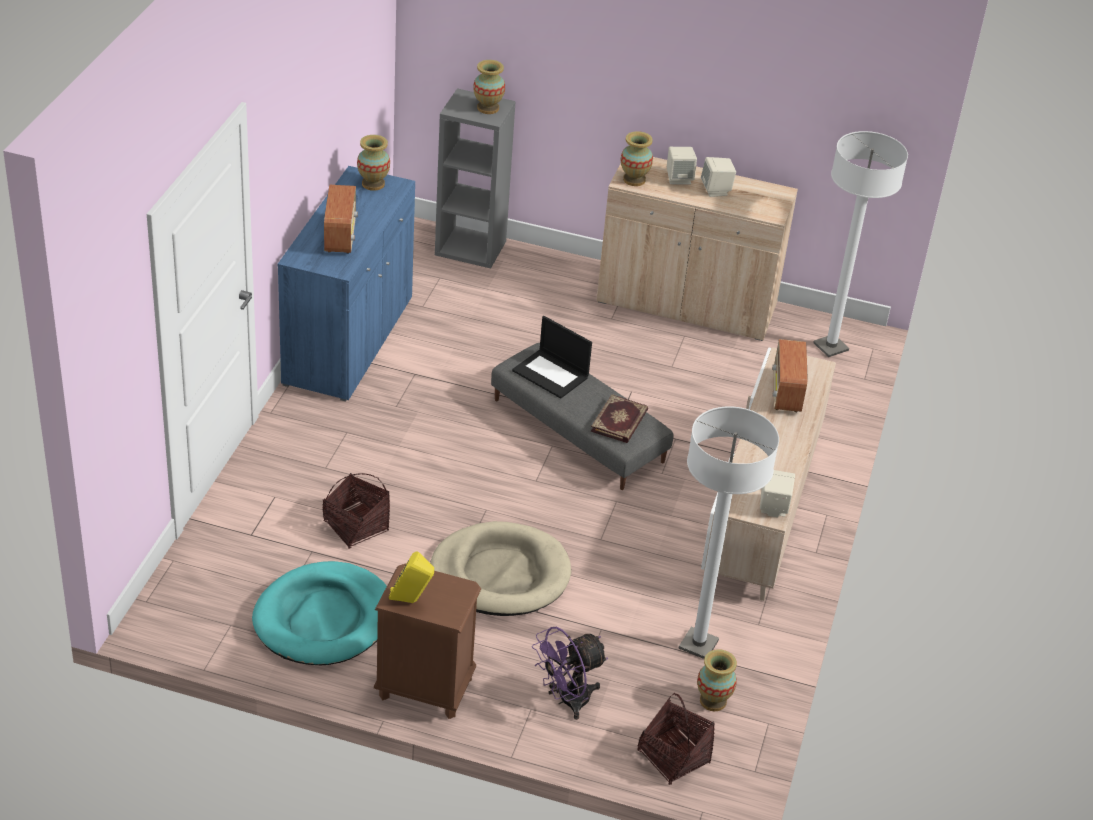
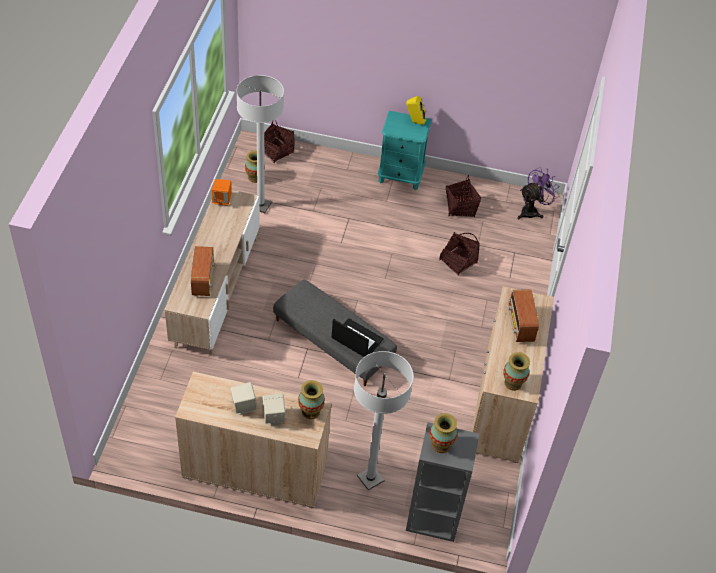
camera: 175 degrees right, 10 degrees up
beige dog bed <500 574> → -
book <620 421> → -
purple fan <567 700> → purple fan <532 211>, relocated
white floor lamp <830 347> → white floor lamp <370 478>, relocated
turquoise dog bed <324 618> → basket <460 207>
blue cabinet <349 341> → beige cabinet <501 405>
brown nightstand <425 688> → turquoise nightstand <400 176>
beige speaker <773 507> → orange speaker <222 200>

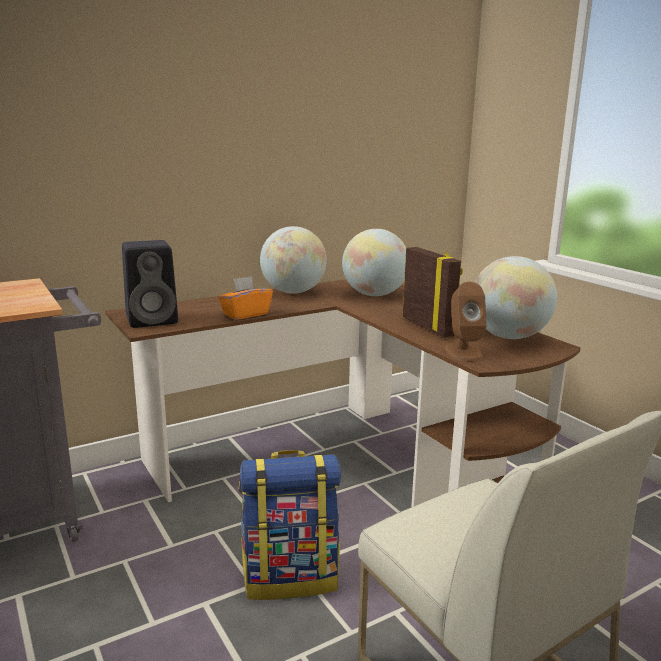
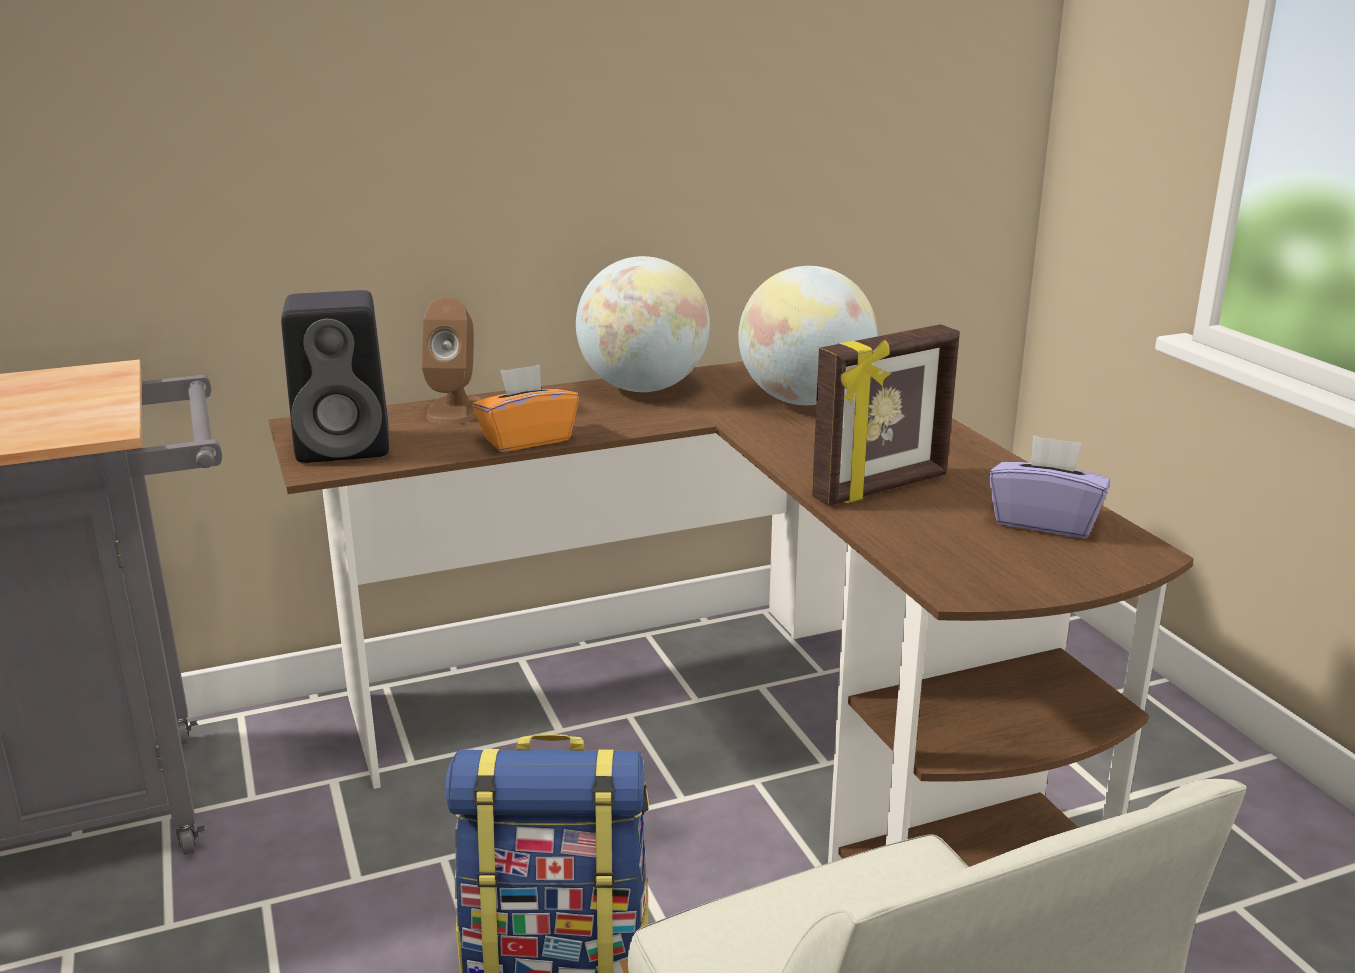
camera: 10 degrees right, 5 degrees up
brown speaker <463 352> → brown speaker <455 410>, relocated
globe <509 336> → purple tissue box <1045 522>
picture frame <428 327> → picture frame <882 488>, 75 degrees clockwise

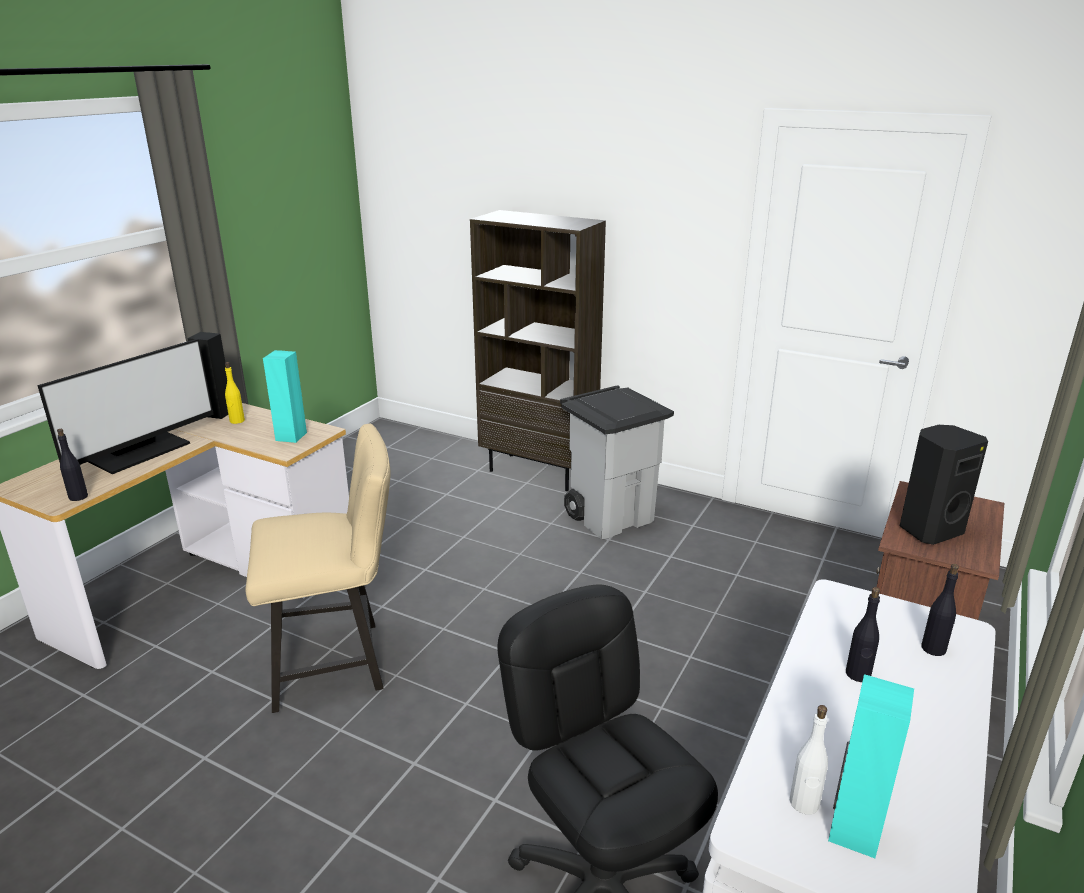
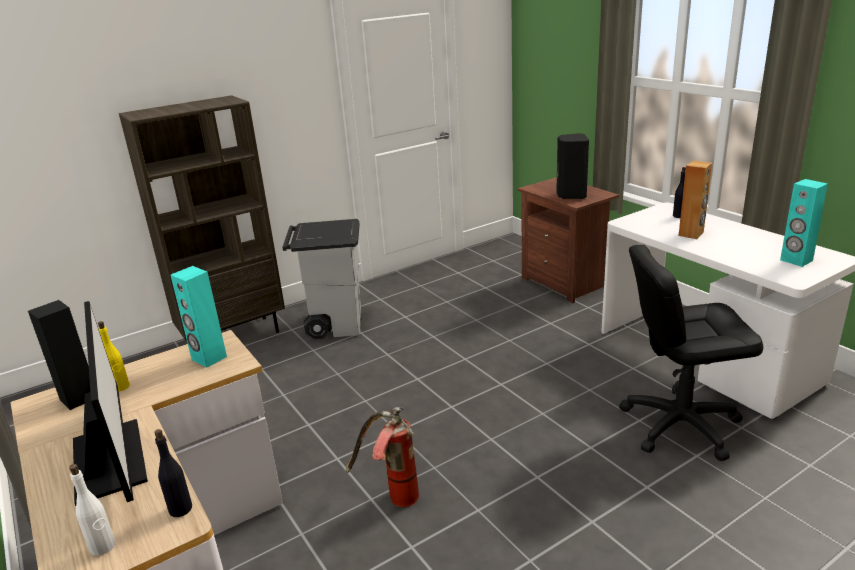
camera: 60 degrees left, 0 degrees up
white bottle <804 803> → white bottle <103 546>, relocated
beige chair <338 662> → fire extinguisher <392 497>
black bottle <858 674> → brown speaker <691 234>

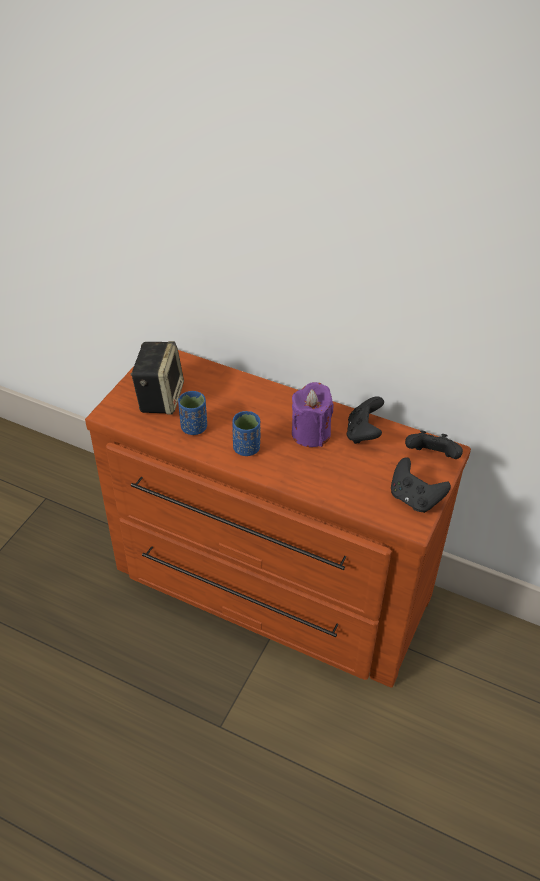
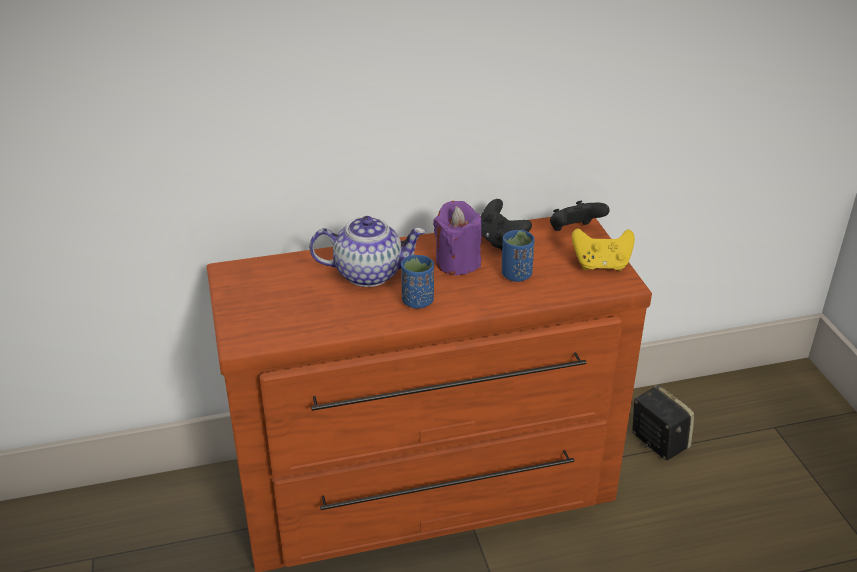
camera: 40 degrees left, 10 degrees down
- → teapot <369 273>
speaker <159 397> → speaker <657 441>, relocated
blue cup <194 427> → blue cup <516 275>, relocated
black game controller <414 499> → yellow game controller <601 265>

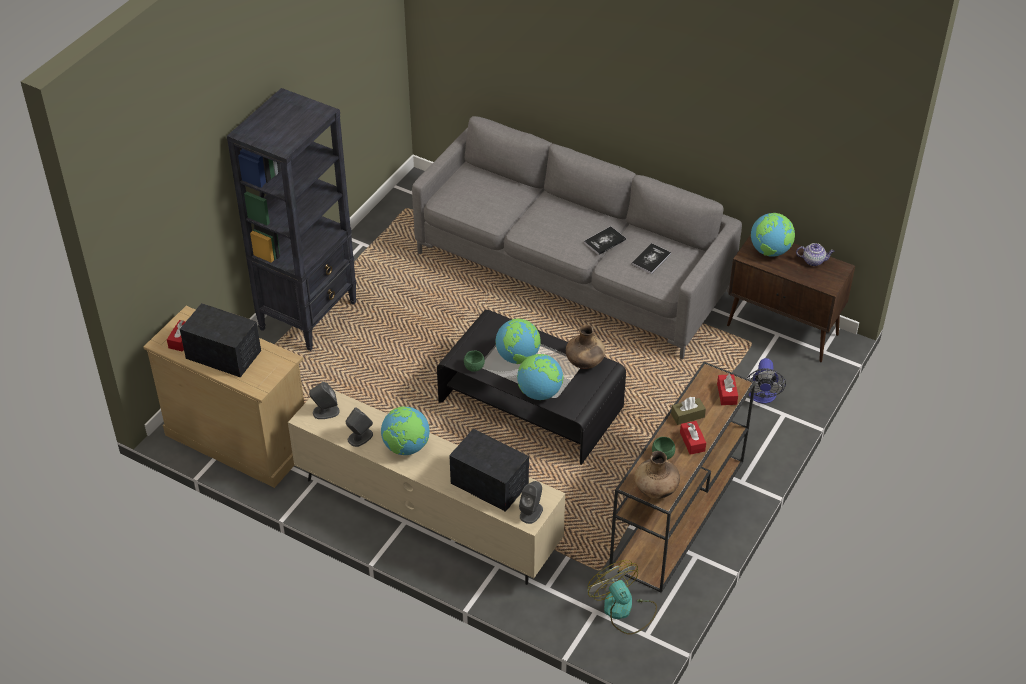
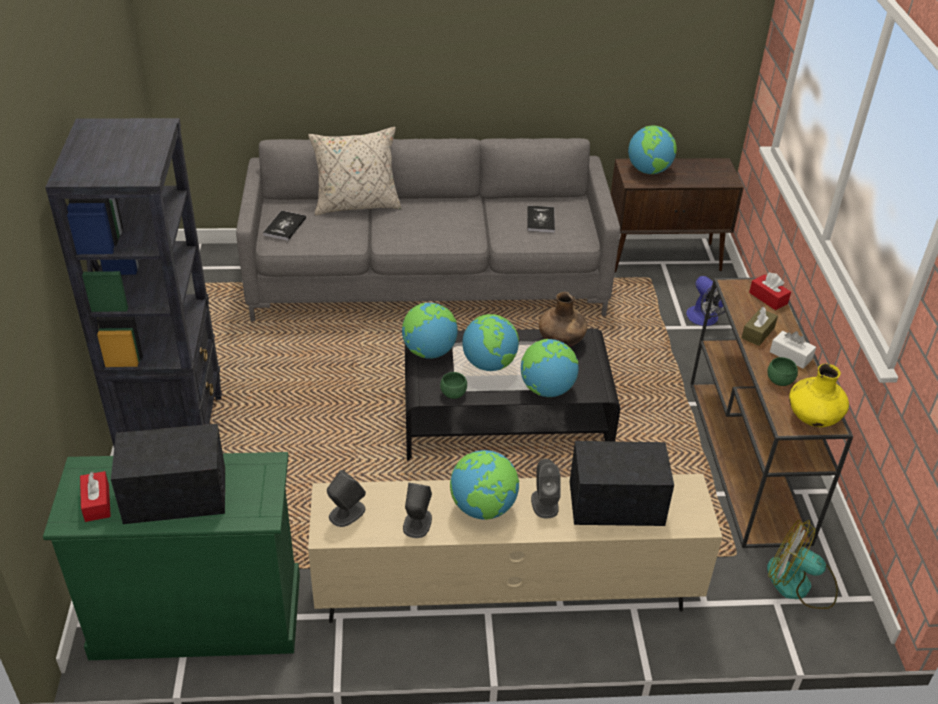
camera: 35 degrees left, 5 degrees down
teapot <813 261> → -
- → beige pillow <356 205>
- → globe <429 352>
grey speaker <531 512> → grey speaker <544 503>, relocated
book <604 241> → book <285 226>, relocated
beige dresser <239 439> → green dresser <197 615>
brown vase <656 489> → yellow vase <812 418>
red tissue box <692 442> → white tissue box <790 355>

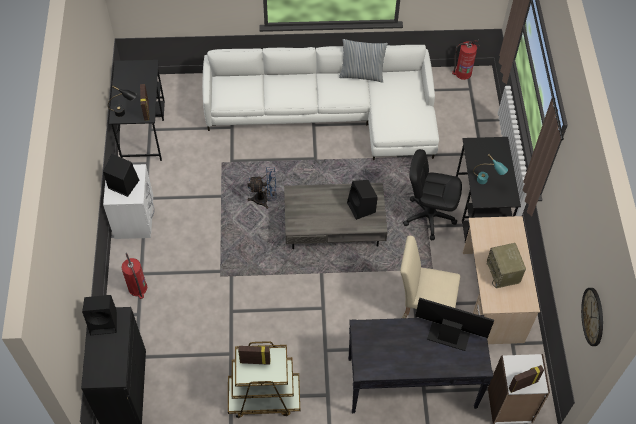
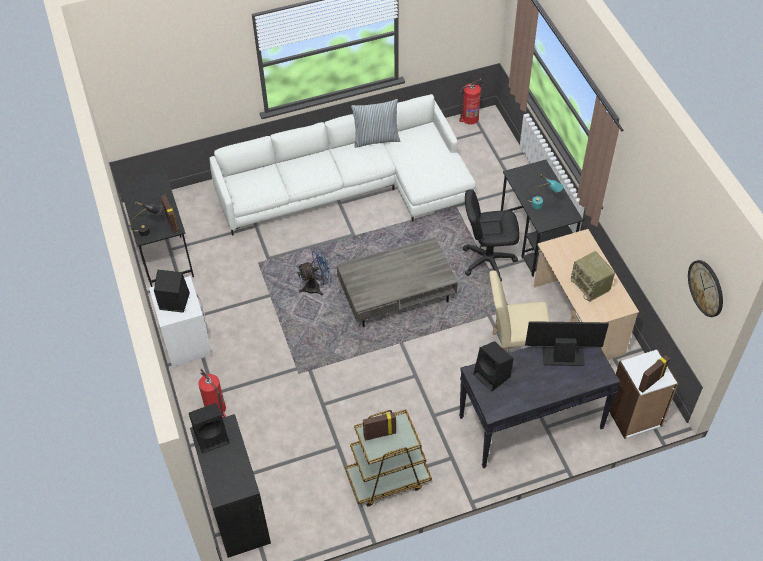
camera: 15 degrees left, 5 degrees down
black speaker <361 208> → black speaker <492 376>, relocated

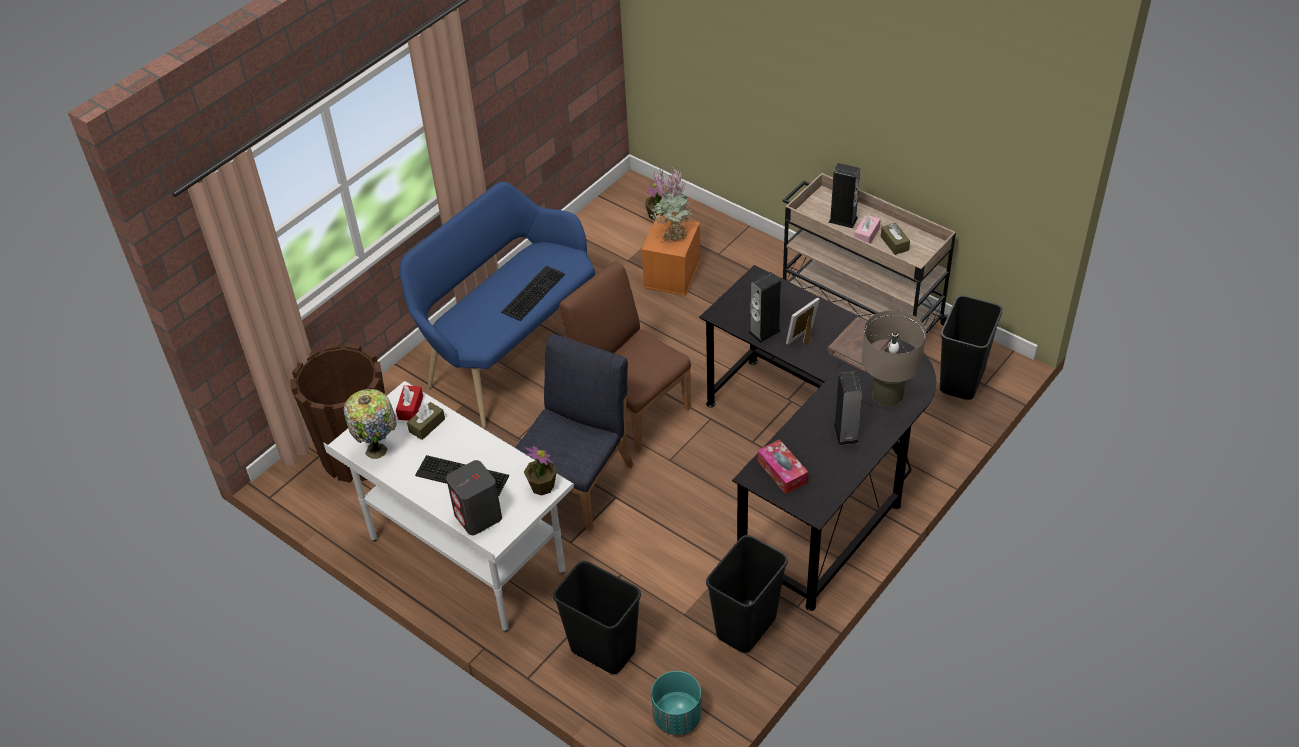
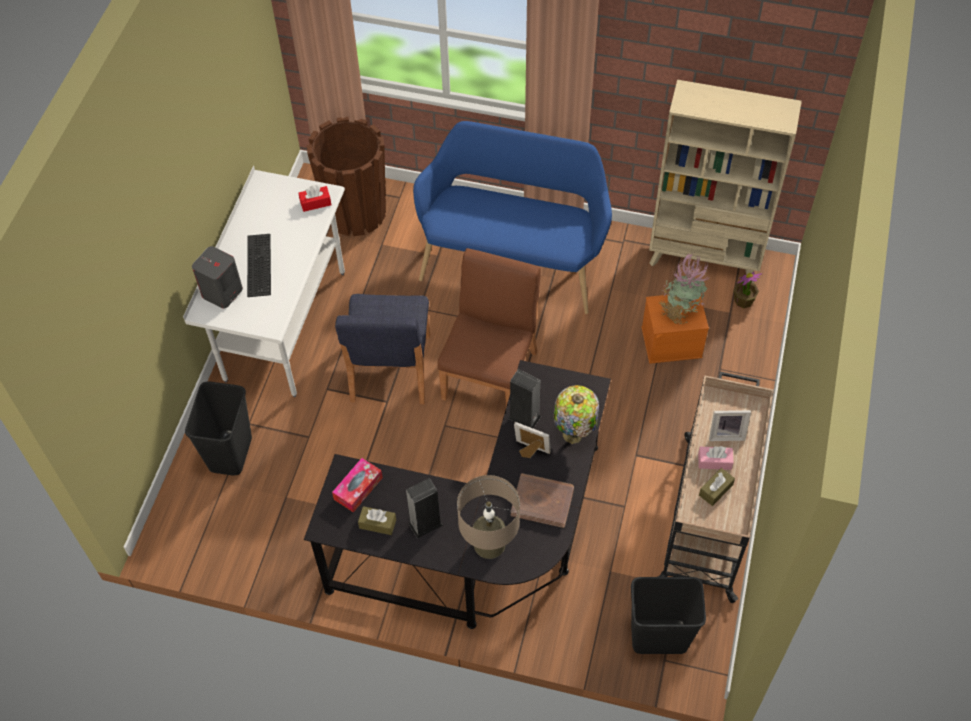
camera: 65 degrees right, 10 degrees up
keyboard <532 292> → -
potted plant <542 486> → -
turquoise planter <677 717> → -
black trash can <746 627> → -
- → beige bookcase <705 259>
table lamp <378 450> → table lamp <574 435>, relocated
brown tissue box <427 425> → brown tissue box <377 524>, relocated
speaker <843 220> → picture frame <726 434>
blue chair <578 483> → blue chair <390 369>, 90 degrees clockwise

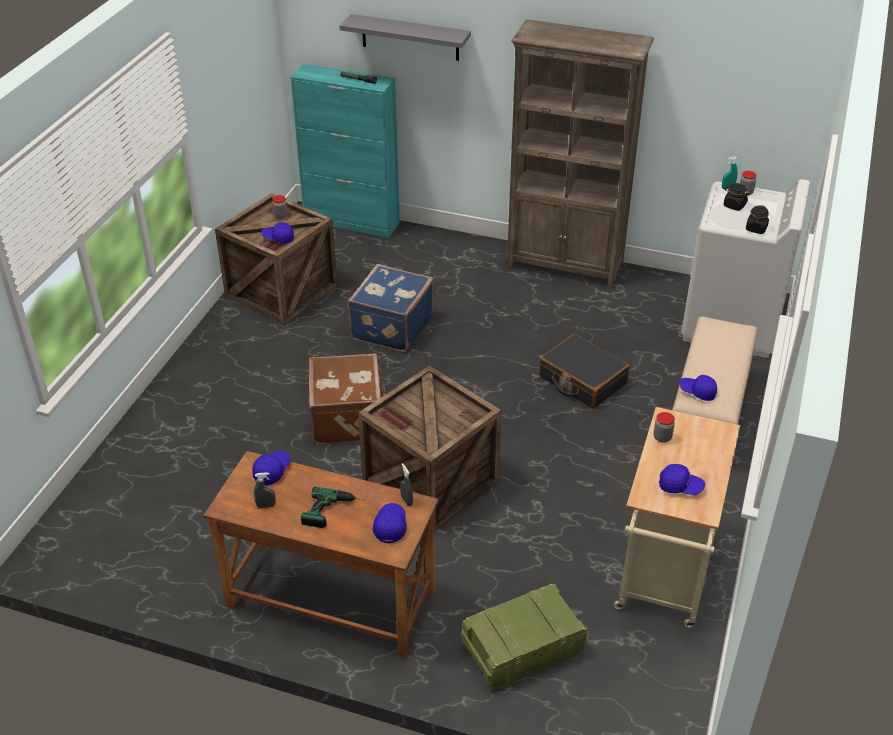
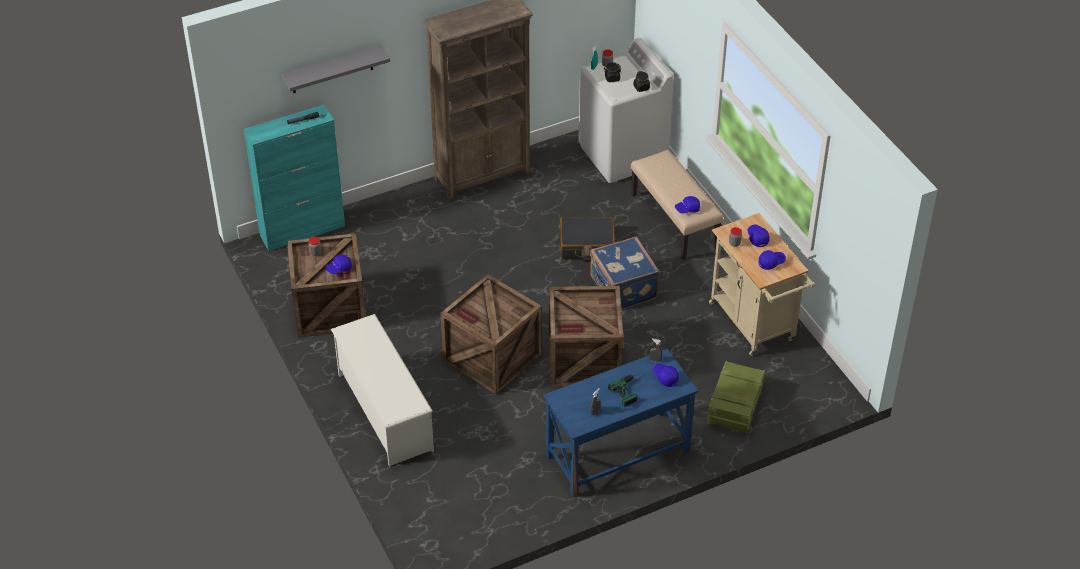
camera: 45 degrees left, 5 degrees up
- → white shoe rack <384 411>
blue cap <272 471> → blue cap <757 238>, relocated
blue suitcase <390 327> → blue suitcase <622 289>, relocated
brown suitcase <348 418> → crate <490 357>
brown desk <330 599> → blue desk <618 454>

